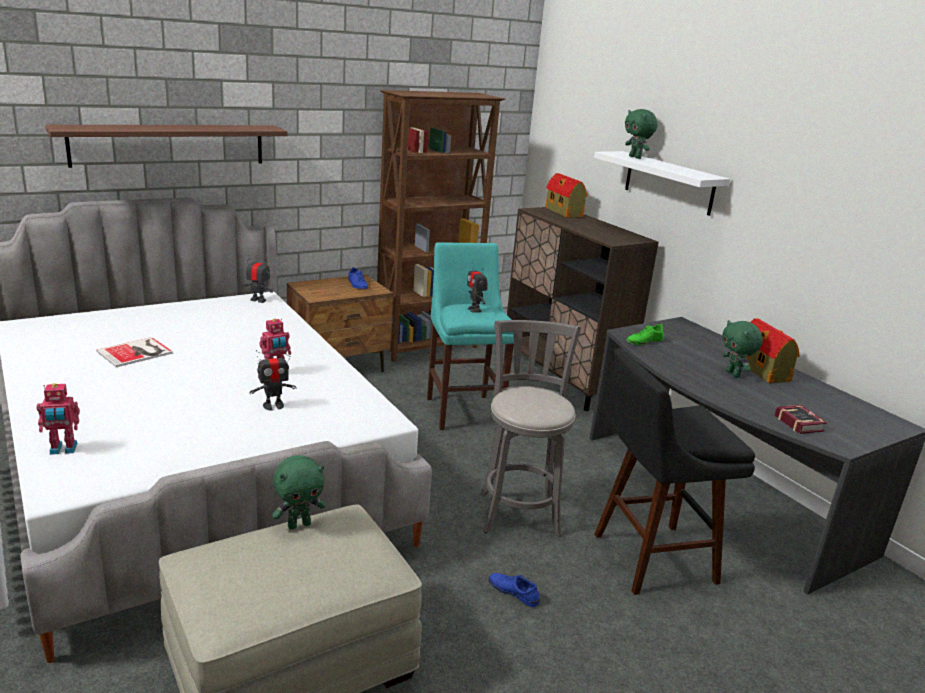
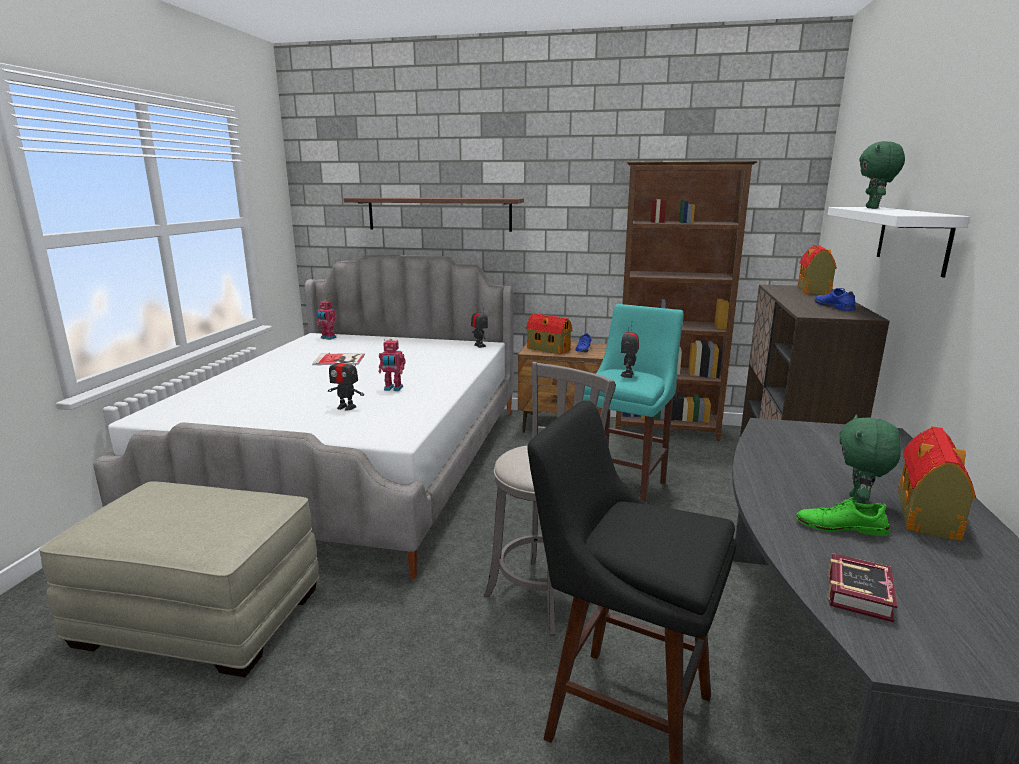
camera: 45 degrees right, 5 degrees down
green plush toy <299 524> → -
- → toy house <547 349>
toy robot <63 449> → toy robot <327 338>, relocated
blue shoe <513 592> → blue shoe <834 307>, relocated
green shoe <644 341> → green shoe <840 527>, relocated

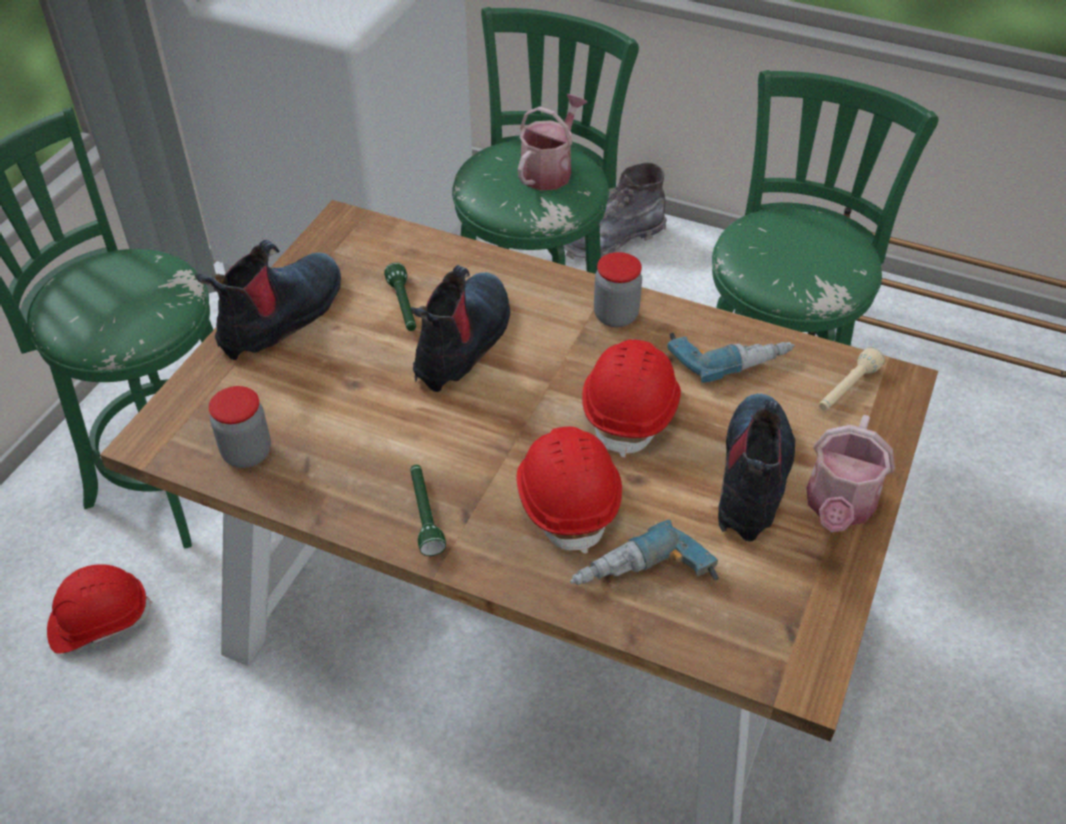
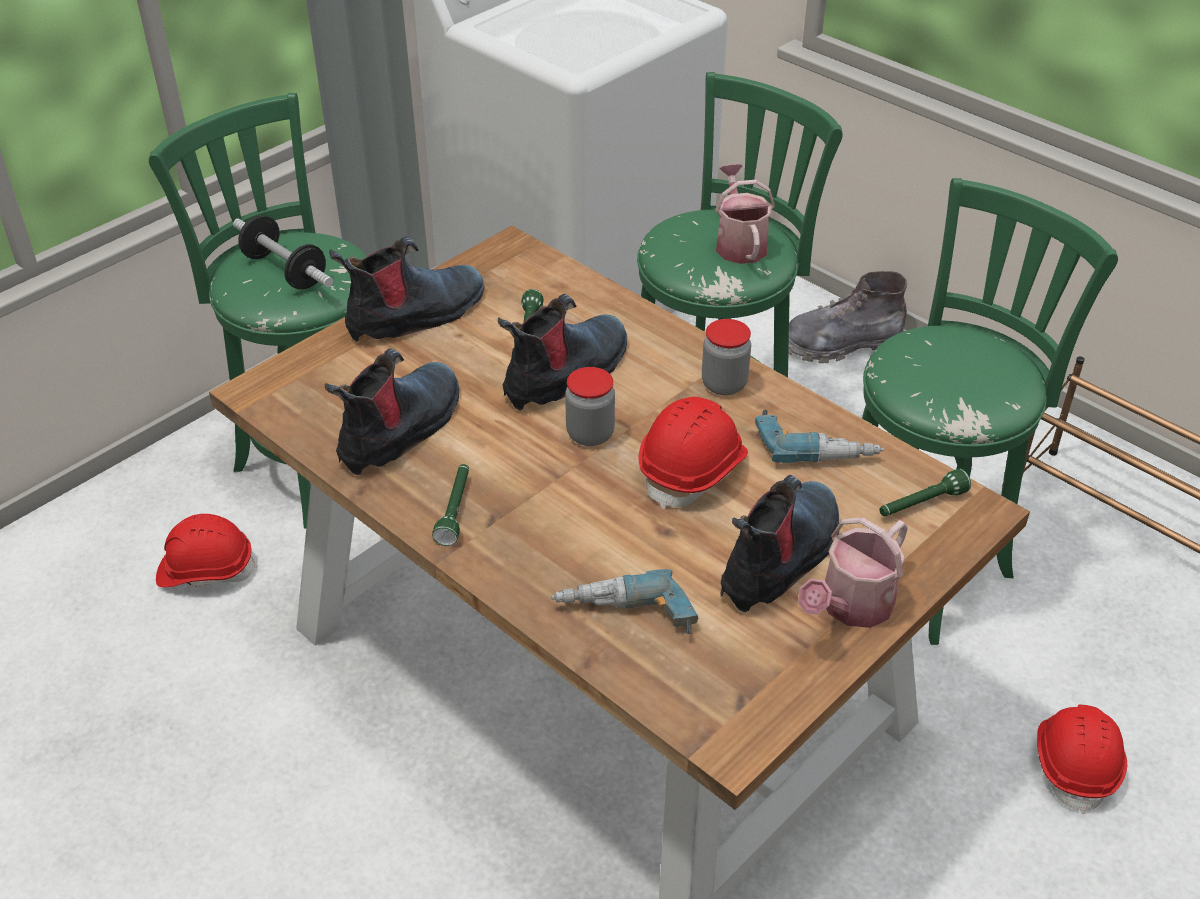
camera: 20 degrees right, 5 degrees down
- → dumbbell <285 271>
- → boot <401 430>
jar <247 453> → jar <590 434>, relocated
red hard hat <568 499> → red hard hat <1075 765>, relocated
beige flashlight <846 389> → green flashlight <921 504>
watering can <549 170> → watering can <739 243>, 60 degrees counterclockwise

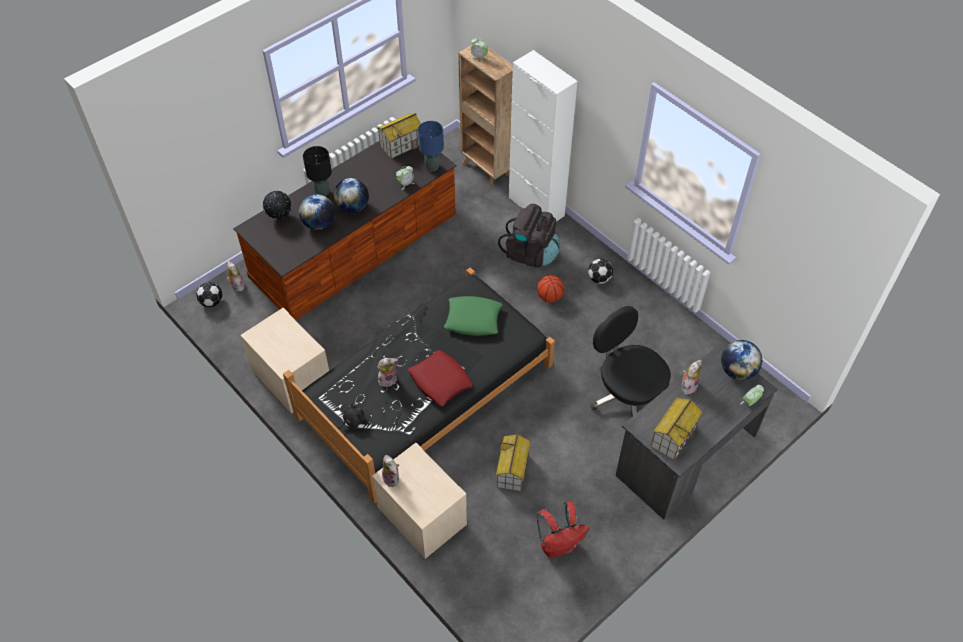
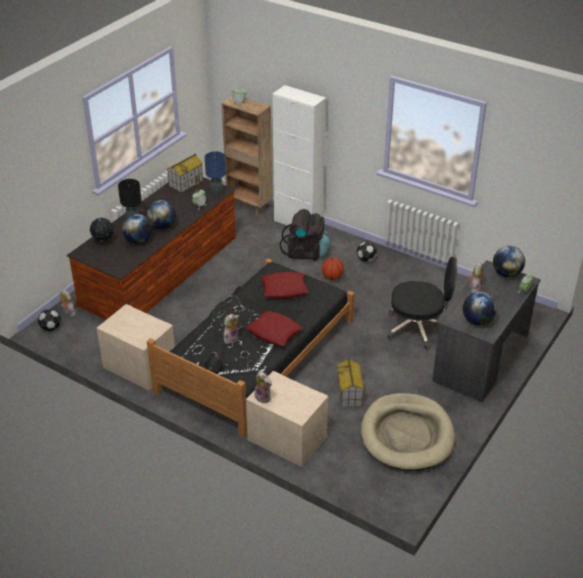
camera: 15 degrees left, 15 degrees down
red backpack <559 545> → beige dog bed <407 435>
toy house <673 436> → globe <477 321>
green pillow <473 319> → red pillow <284 289>
black office chair <626 395> → black office chair <418 328>, 150 degrees clockwise

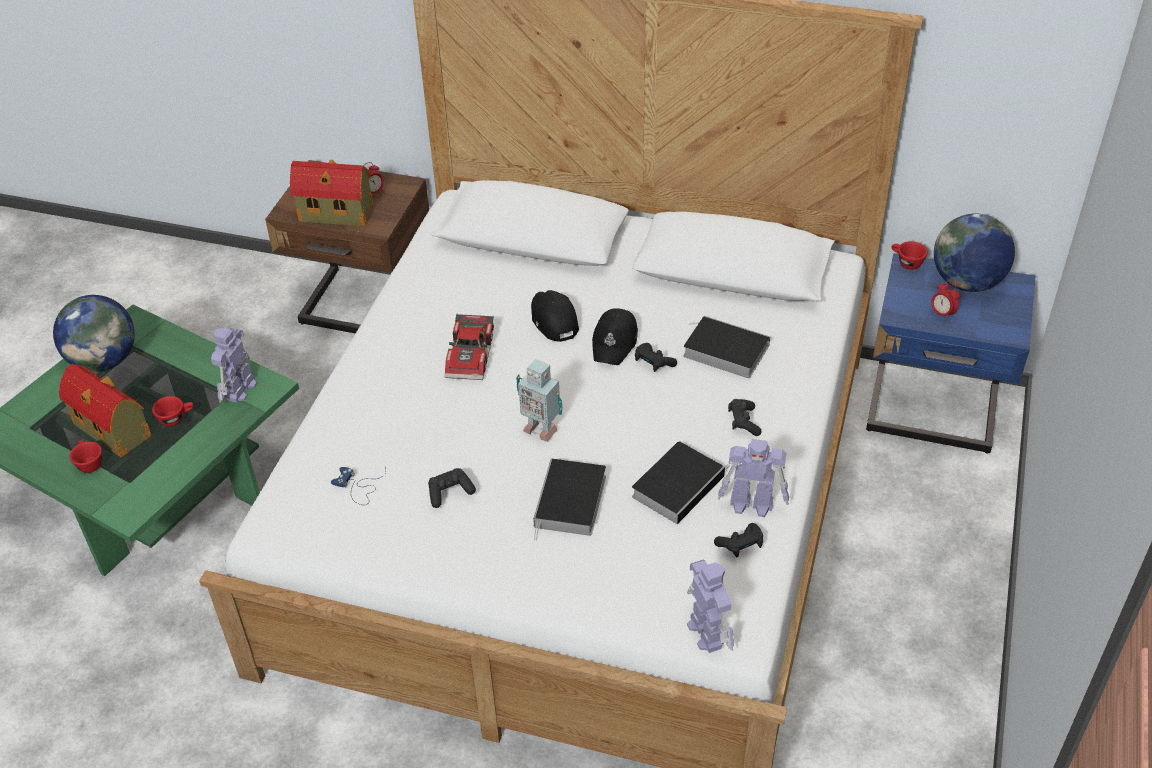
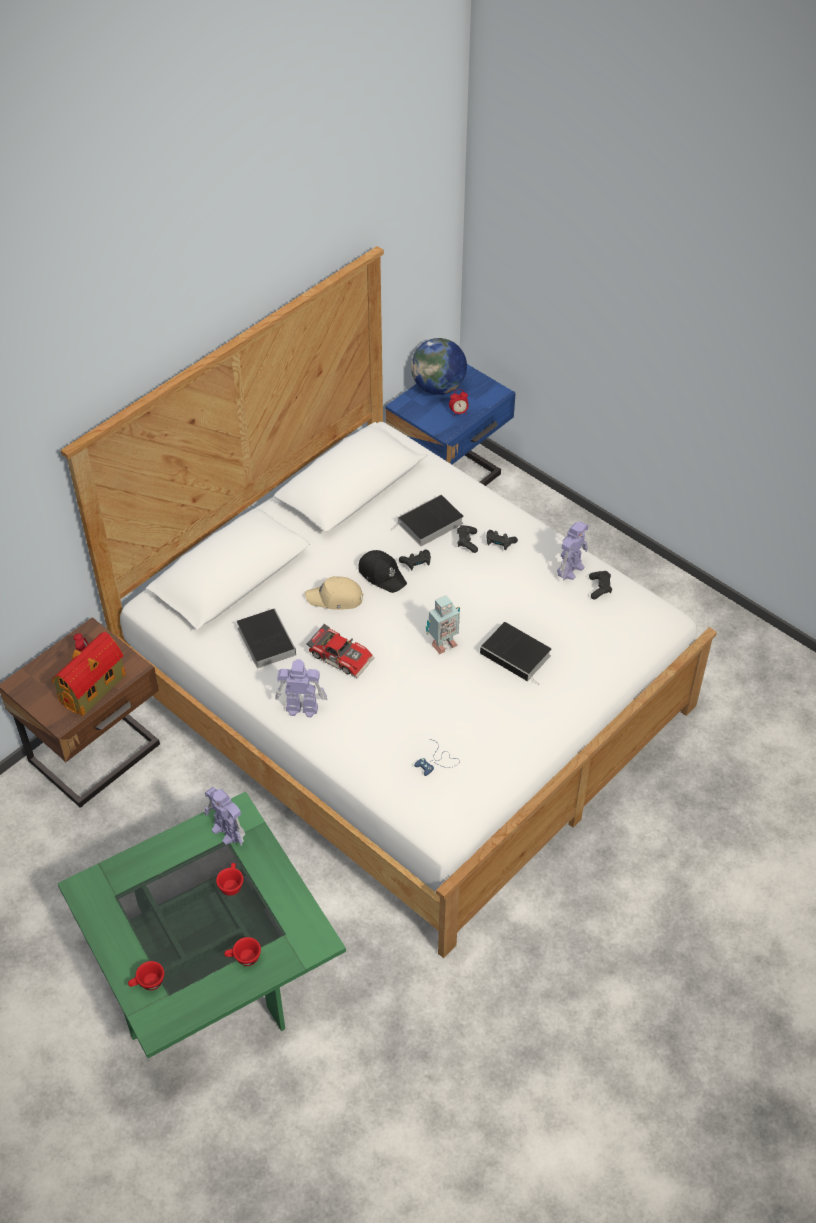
camera: 65 degrees left, 5 degrees up
globe <104 361> → -
toy house <113 431> → -
black game controller <450 492> → black game controller <467 542>, relocated
book <679 484> → book <265 640>, relocated
toy robot <706 631> → toy robot <301 708>, relocated
red cup <906 262> → red cup <148 984>, relocated
black cap <553 320> → beige cap <335 598>

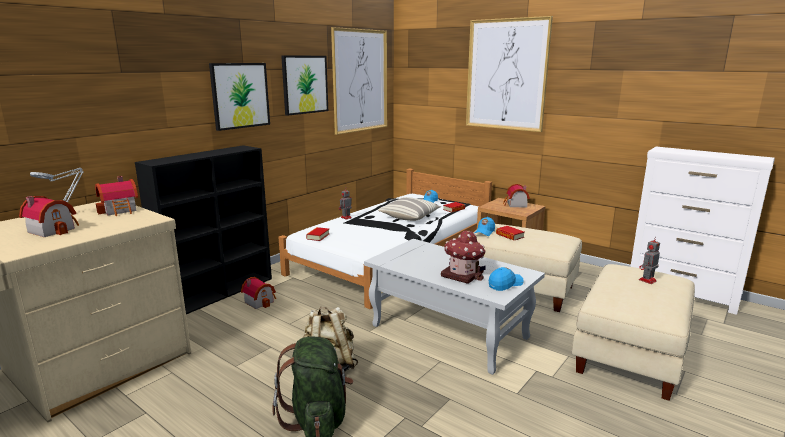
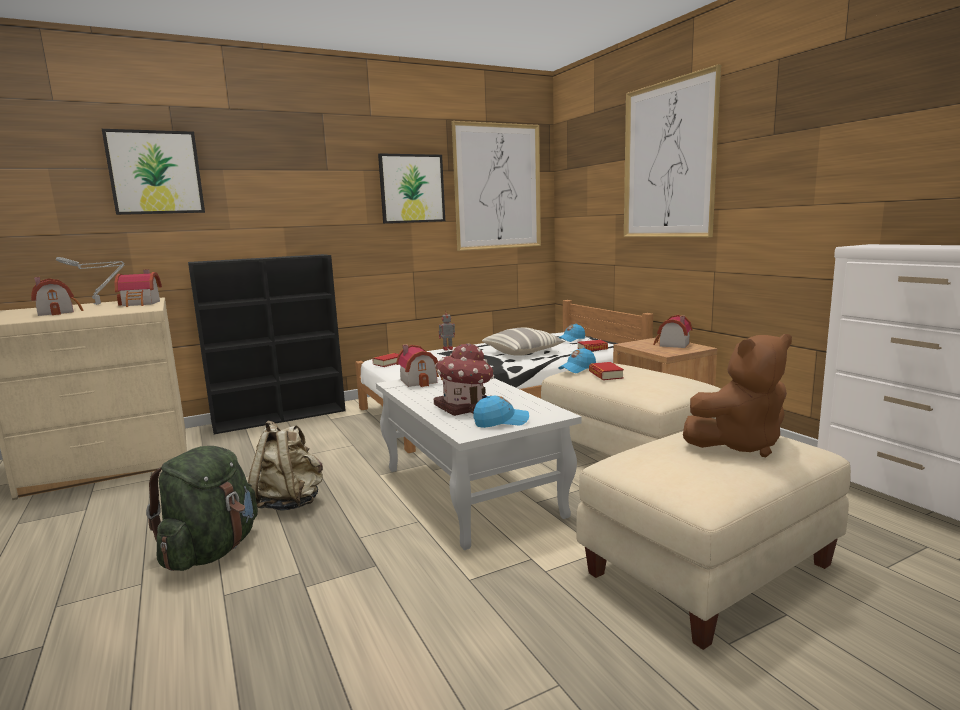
camera: 25 degrees right, 5 degrees down
picture <240 95> → picture <155 172>, relocated
toy house <260 301> → toy house <421 380>, relocated
toy robot <647 281> → brown plush toy <739 444>

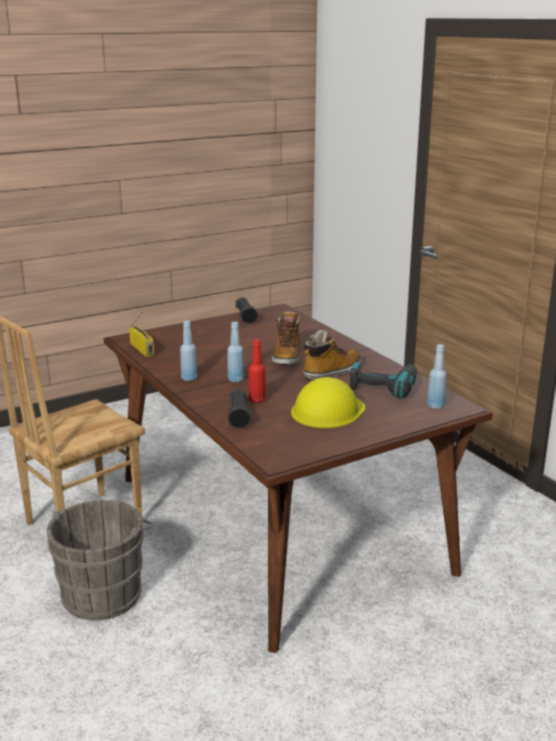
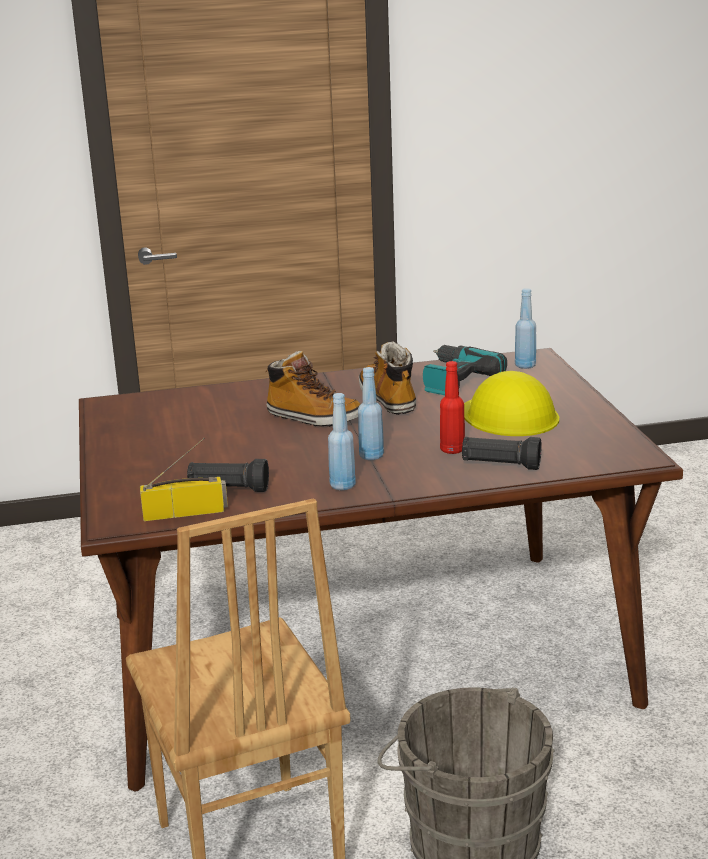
camera: 70 degrees left, 0 degrees up
black flashlight <245 317> → black flashlight <228 489>, relocated

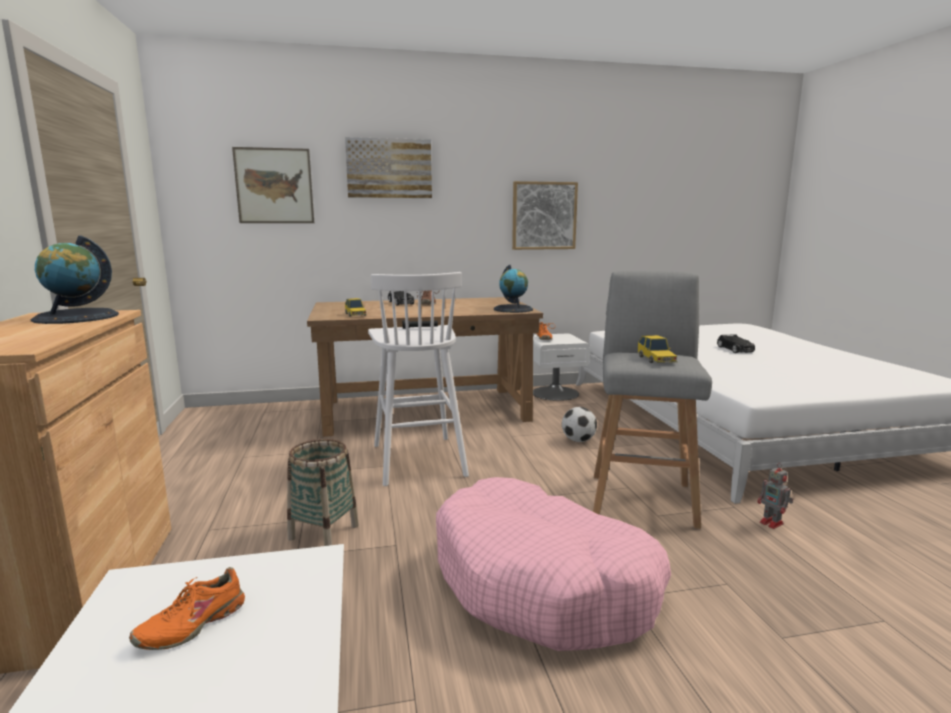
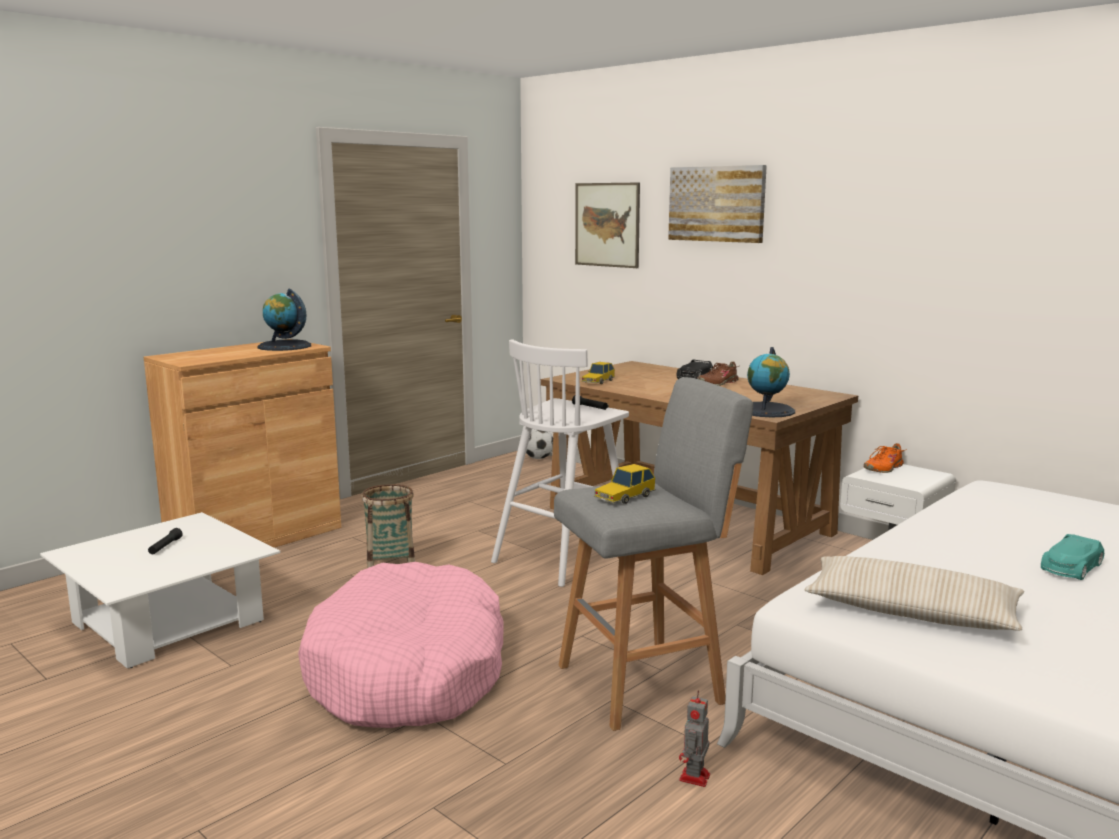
camera: 55 degrees right, 0 degrees up
picture <544 216> → -
- → beige pillow <911 612>
football <578 440> → football <538 458>, relocated
orange shoe <192 624> → black flashlight <165 547>
black toy car <735 349> → turquoise toy car <1071 567>

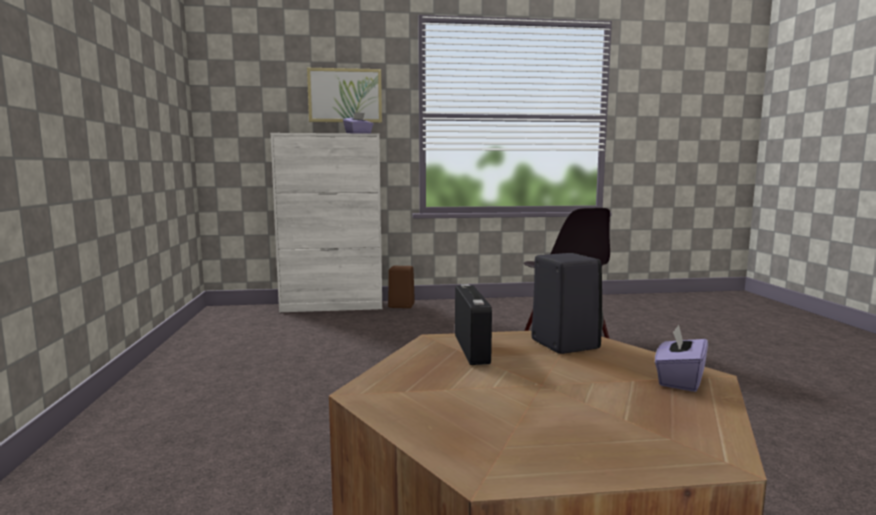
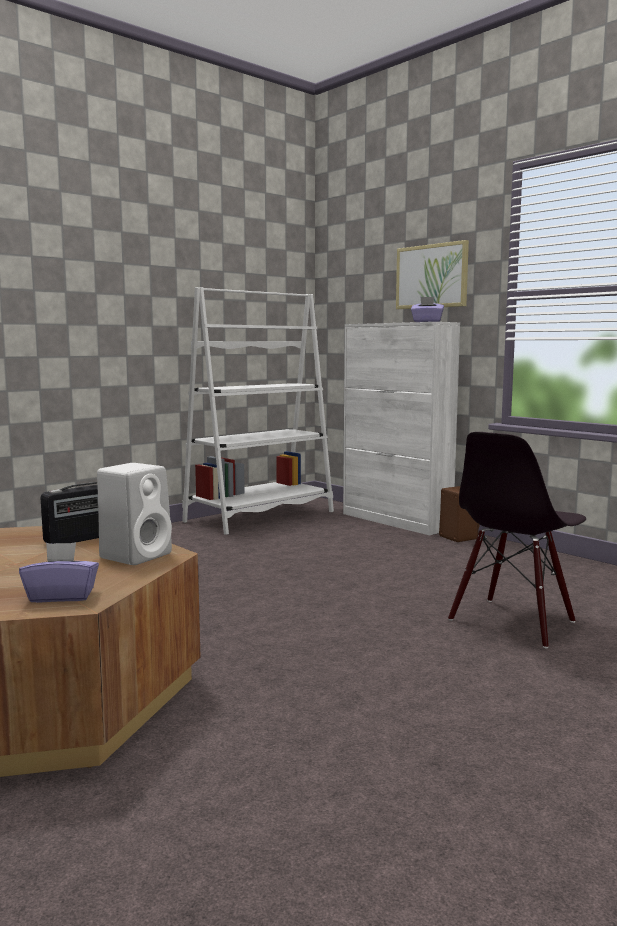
camera: 55 degrees right, 0 degrees up
- → white bookcase <260 517>
black speaker <563 343> → white speaker <137 555>

